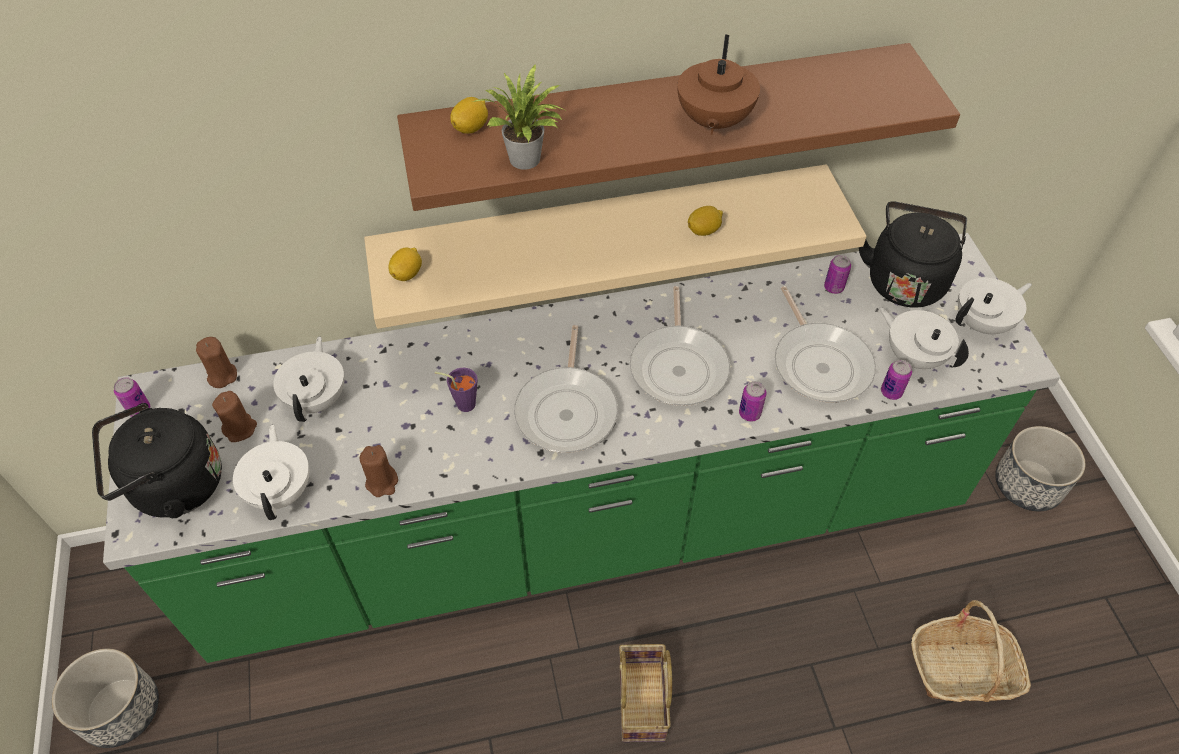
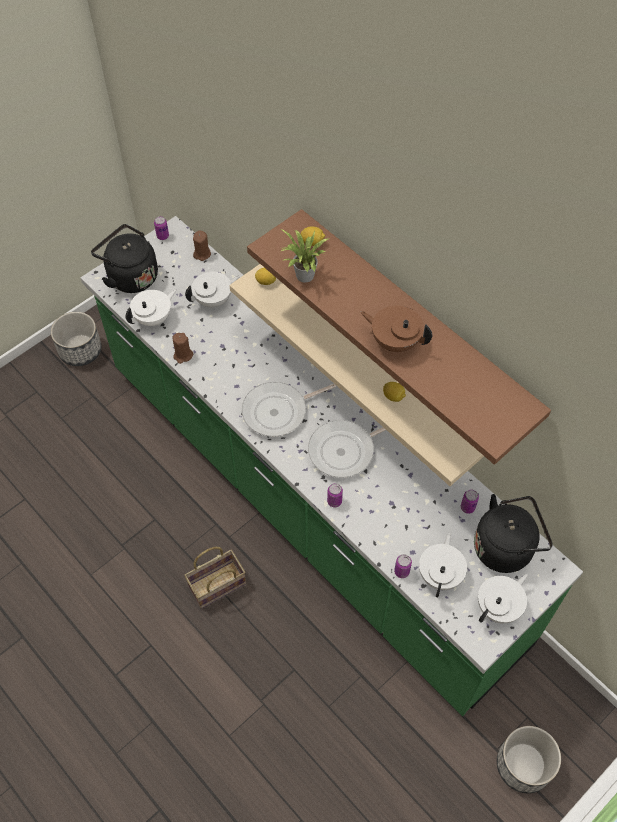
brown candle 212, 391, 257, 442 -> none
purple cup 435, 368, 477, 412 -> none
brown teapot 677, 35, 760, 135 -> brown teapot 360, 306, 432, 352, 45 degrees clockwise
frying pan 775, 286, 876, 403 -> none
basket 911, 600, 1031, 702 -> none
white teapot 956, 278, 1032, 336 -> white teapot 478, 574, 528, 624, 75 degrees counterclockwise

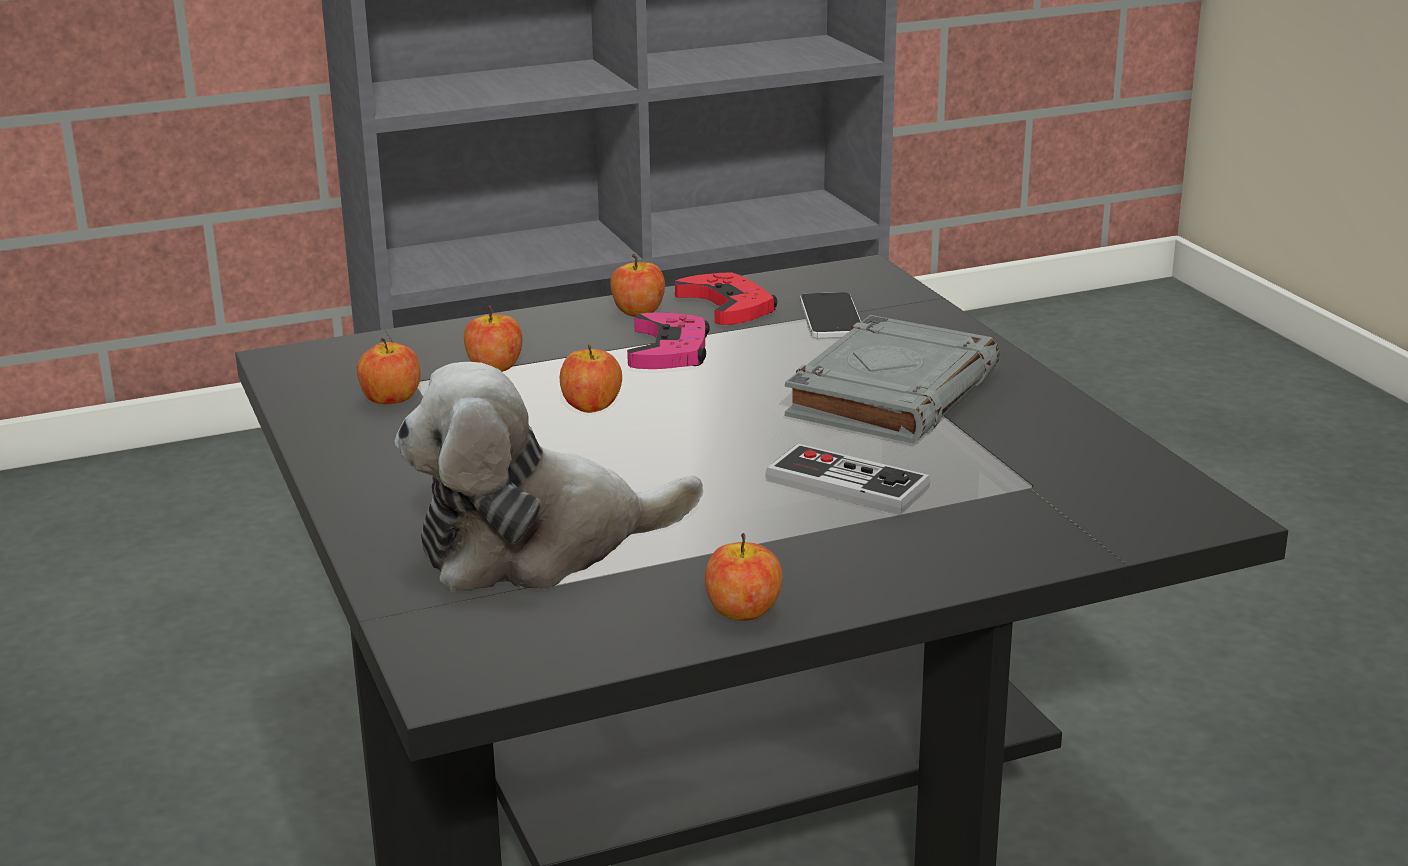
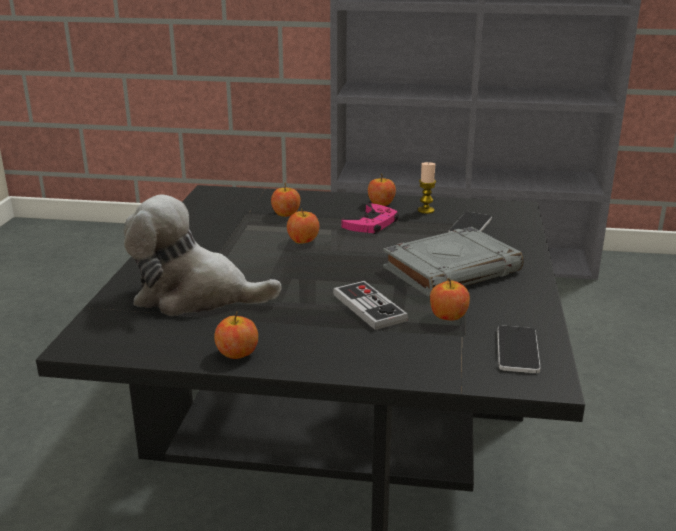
apple 357, 337, 420, 404 -> apple 430, 278, 470, 320, moved
red game controller 675, 272, 777, 325 -> candle 418, 162, 436, 214
none -> phone 497, 326, 541, 373

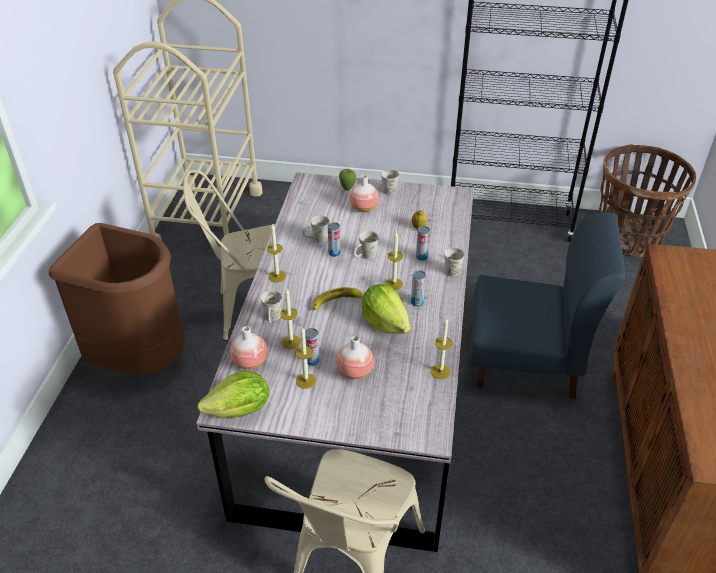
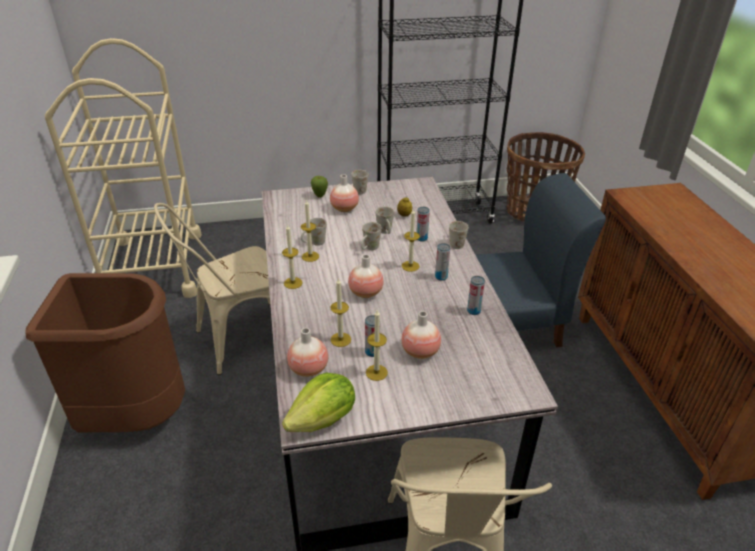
white mug 260, 290, 282, 324 -> white mug 375, 206, 394, 234, moved
banana 313, 287, 363, 310 -> vase 348, 254, 384, 298
can 328, 222, 340, 257 -> can 467, 276, 485, 315, moved
lettuce 362, 284, 411, 334 -> none
candle 431, 317, 453, 379 -> candle 301, 199, 319, 262, moved

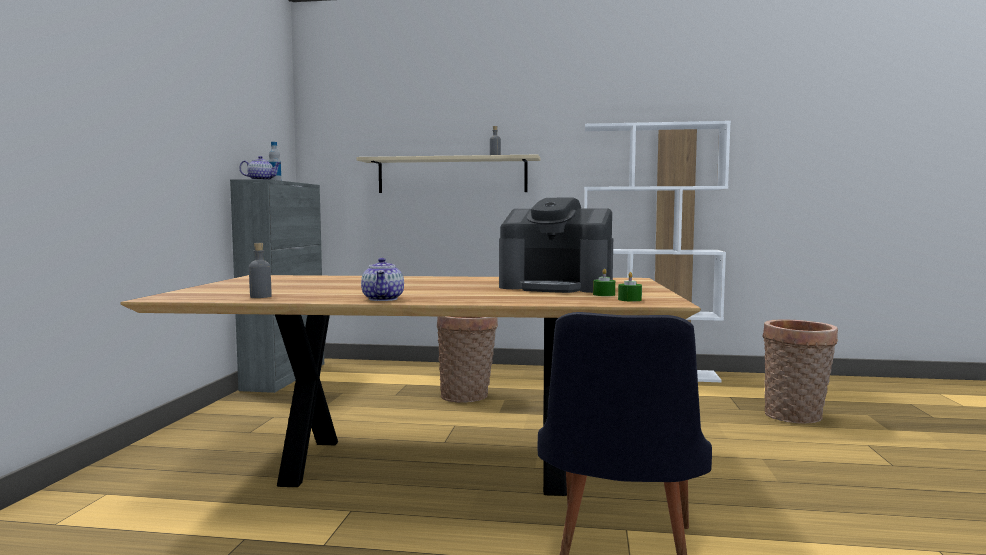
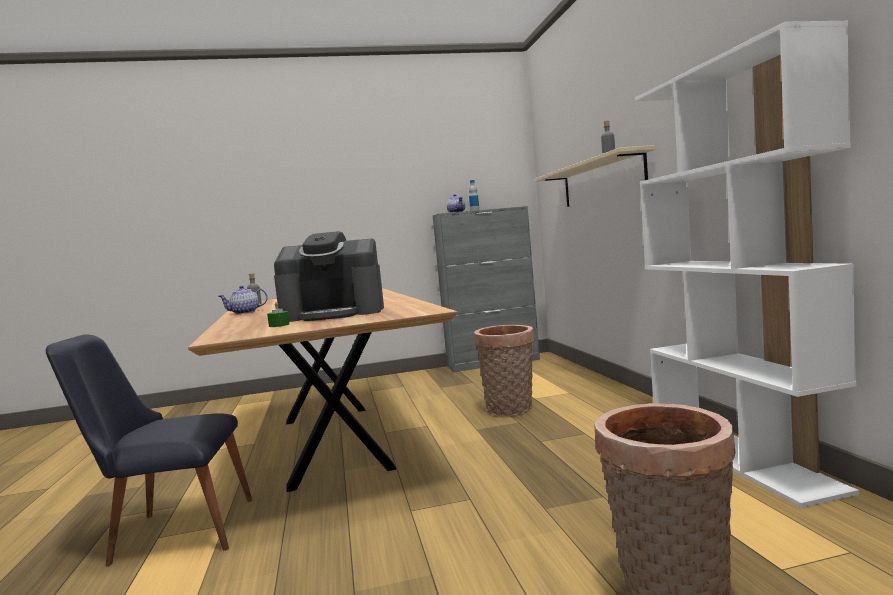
coffee machine 499, 197, 613, 293 -> coffee machine 274, 231, 384, 322, 90 degrees counterclockwise
green candle 618, 272, 642, 302 -> none

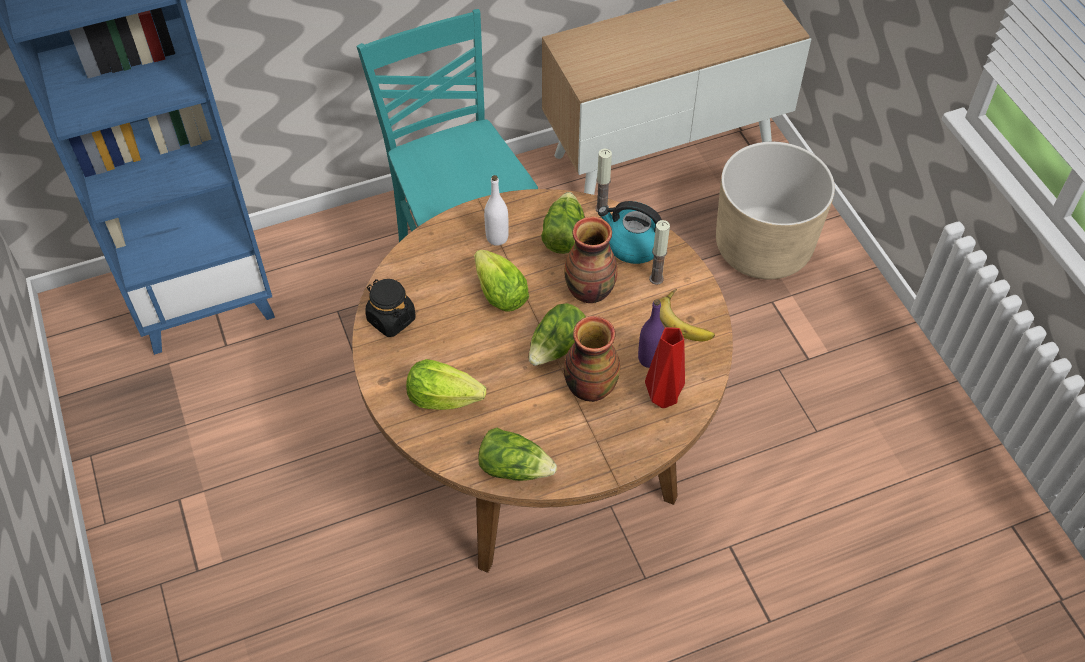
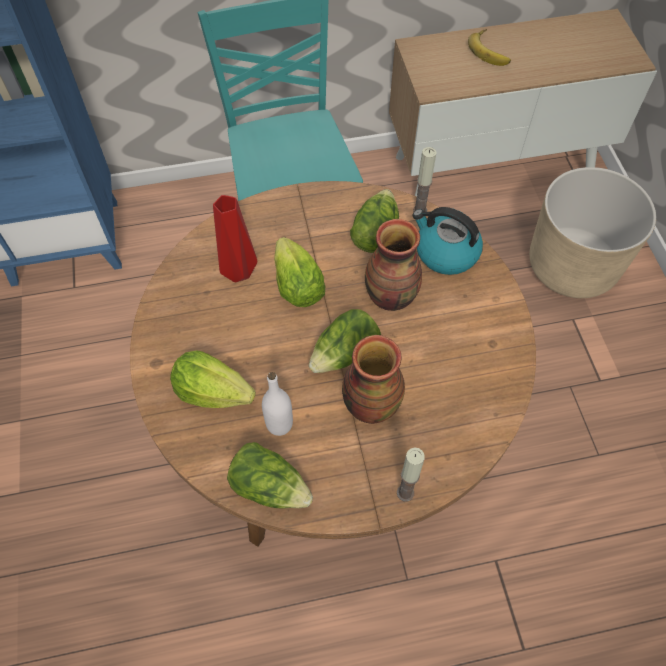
black jar 365, 279, 416, 337 -> none
white bottle 484, 175, 509, 246 -> white bottle 262, 372, 293, 436, moved
purple bottle 638, 299, 665, 368 -> none
red vase 645, 327, 685, 408 -> red vase 213, 195, 257, 282, moved
candle 649, 220, 670, 285 -> candle 397, 447, 425, 502, moved
banana 660, 289, 715, 341 -> banana 468, 29, 511, 66, moved

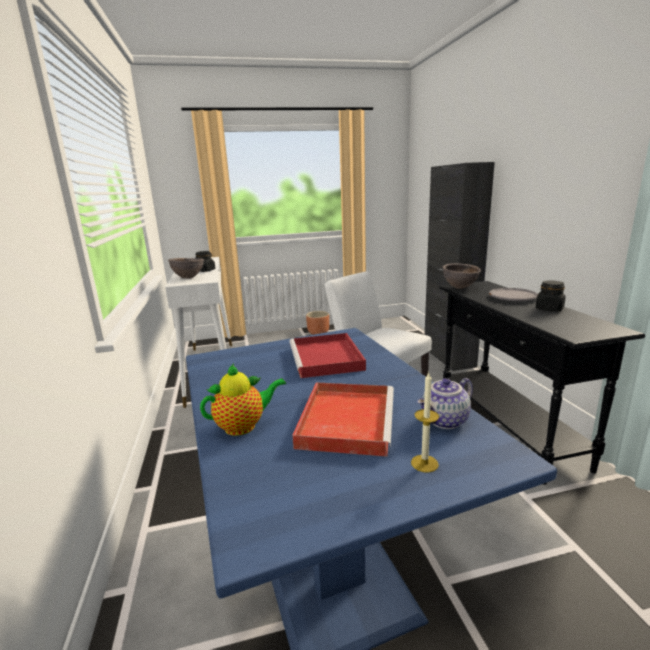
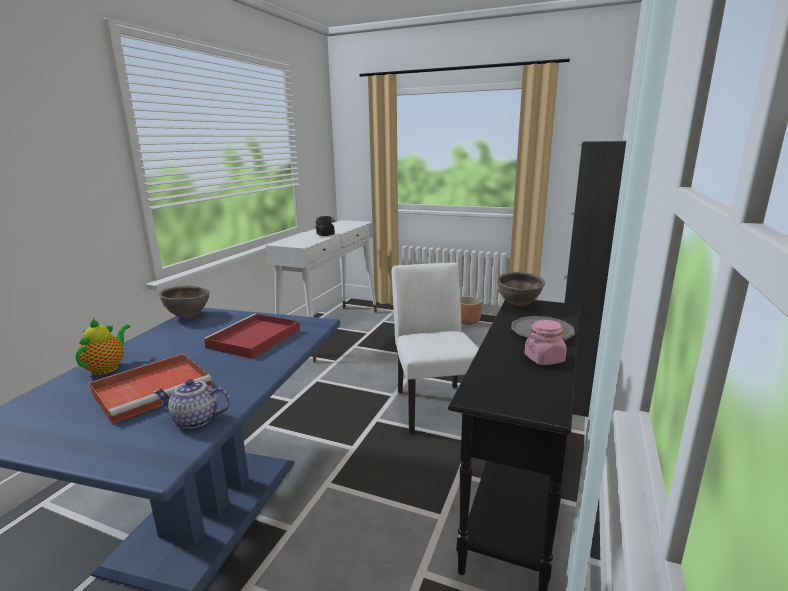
brown bowl 168, 258, 204, 279 -> brown bowl 159, 286, 210, 318, moved
teapot 200, 364, 286, 436 -> teapot 76, 318, 130, 375, 90 degrees counterclockwise
candle 411, 372, 439, 473 -> none
black jar 536, 280, 566, 311 -> pink jar 524, 320, 568, 365

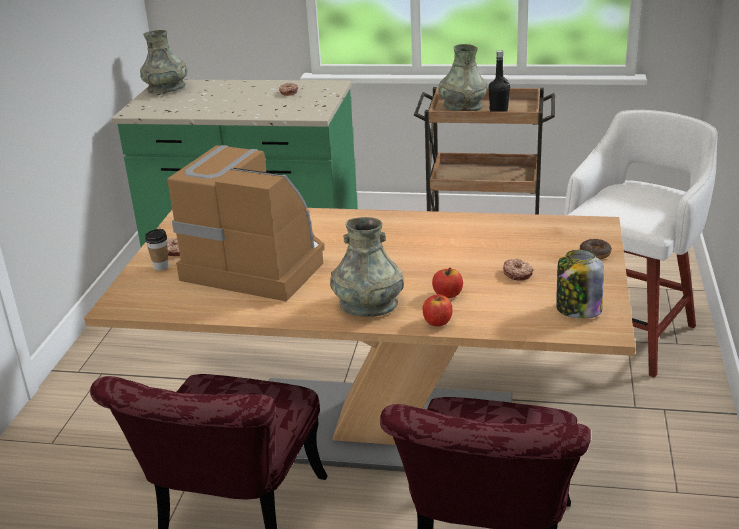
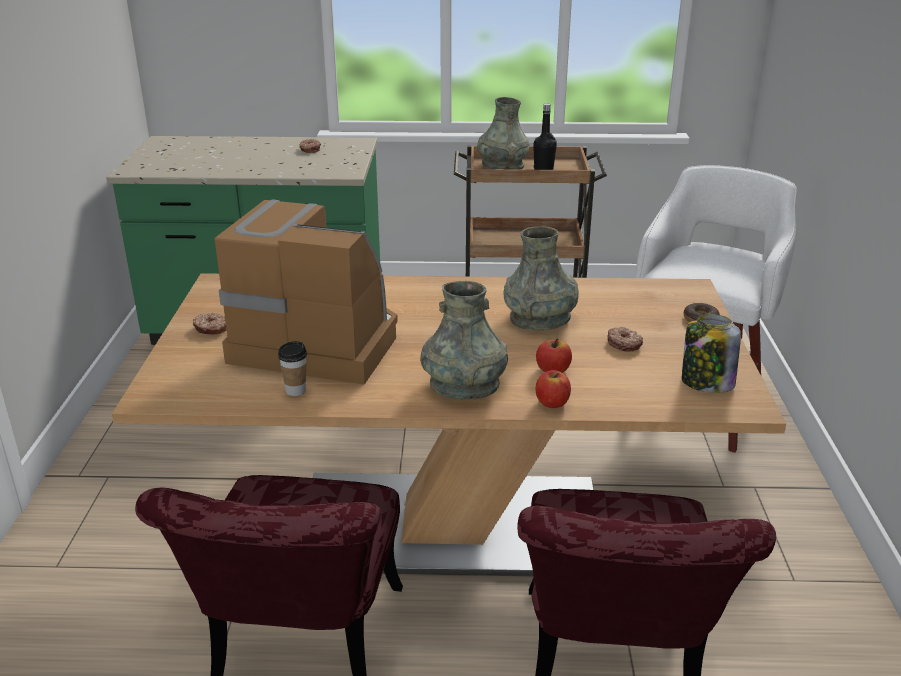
grey vase 140, 30, 187, 93 -> grey vase 504, 226, 579, 330, moved
cup 145, 229, 169, 271 -> cup 278, 341, 307, 396, moved

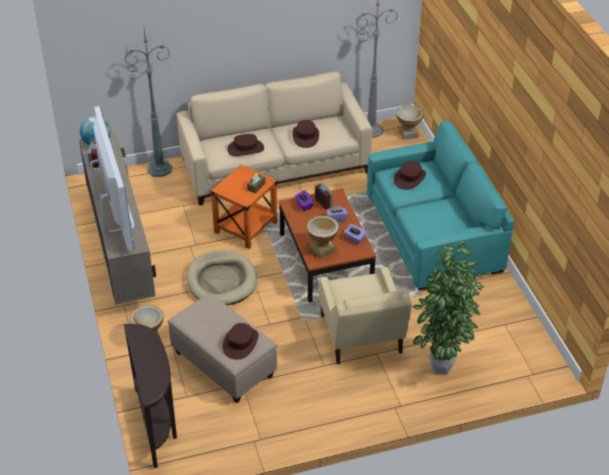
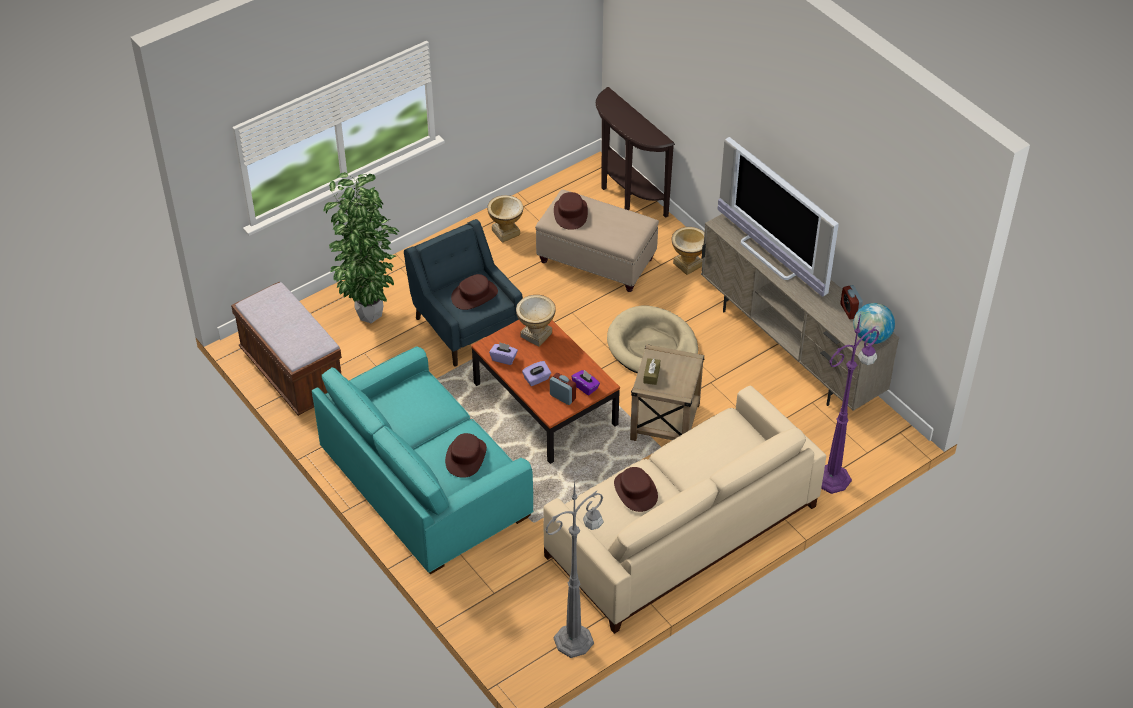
green floor lamp 125, 29, 172, 177 -> purple floor lamp 821, 313, 879, 494
orange side table 211, 165, 278, 249 -> beige side table 630, 344, 704, 441
brown hat 227, 134, 264, 156 -> brown hat 451, 274, 498, 310, moved
beige armchair 319, 267, 412, 364 -> blue armchair 404, 219, 523, 366
vase 396, 105, 424, 140 -> vase 487, 195, 523, 243, moved
none -> brown bench 231, 282, 342, 416

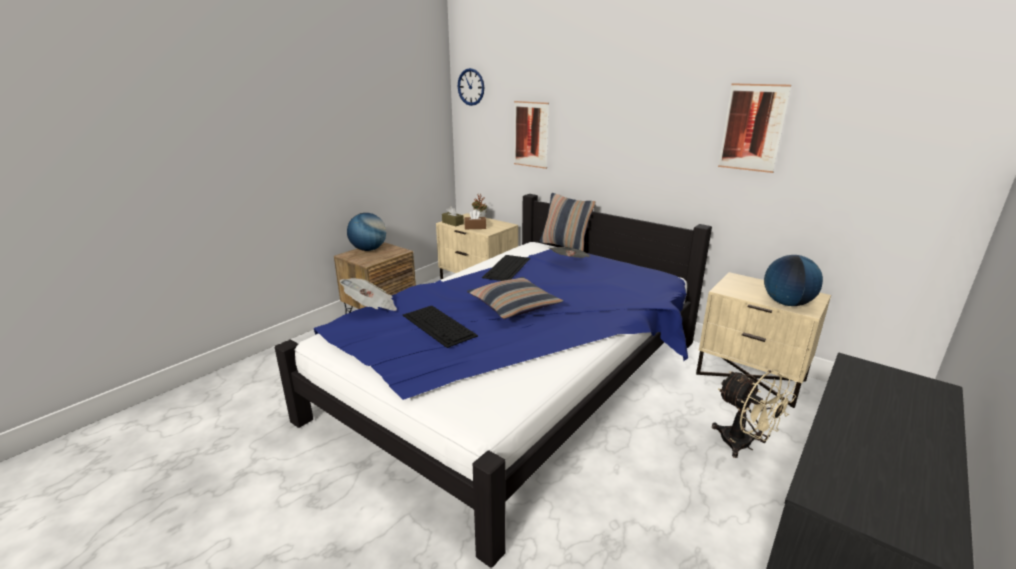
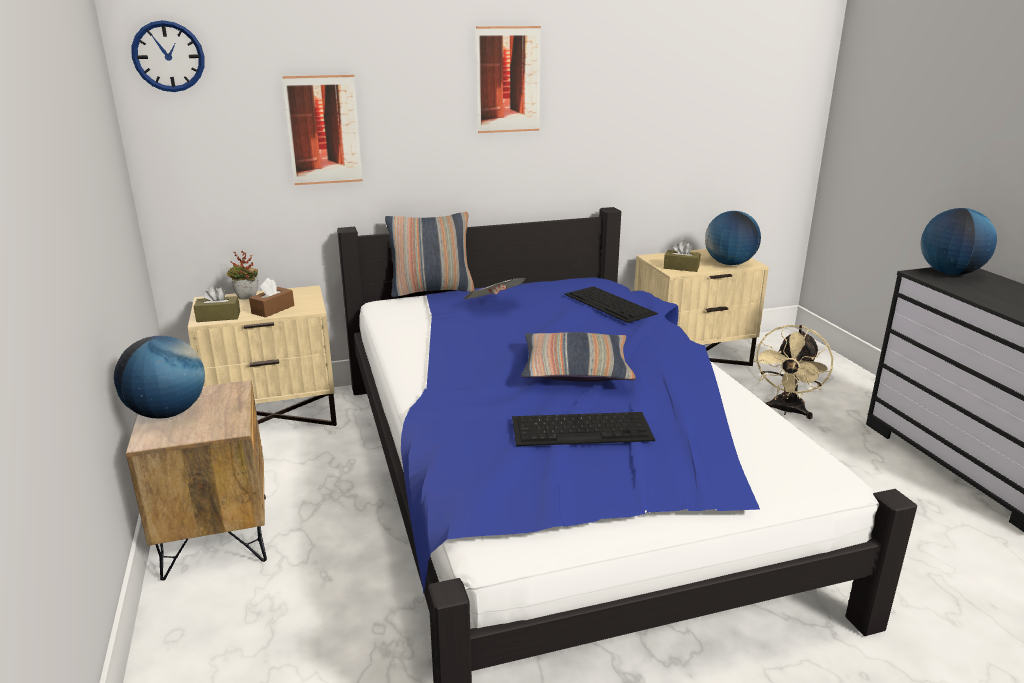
newspaper 339, 278, 397, 311 -> none
keyboard 482, 255, 530, 281 -> keyboard 564, 286, 658, 323, moved
beige fan 712, 369, 796, 458 -> beige fan 753, 325, 833, 419, 120 degrees clockwise
picture 718, 83, 791, 173 -> picture 476, 26, 541, 133, moved
none -> brown tissue box 664, 241, 701, 272
none -> globe 920, 208, 997, 275

